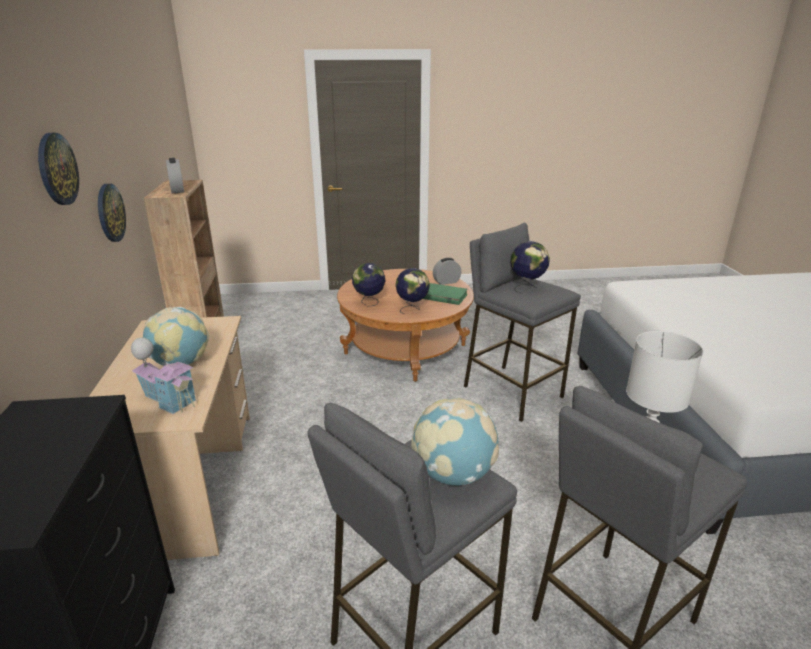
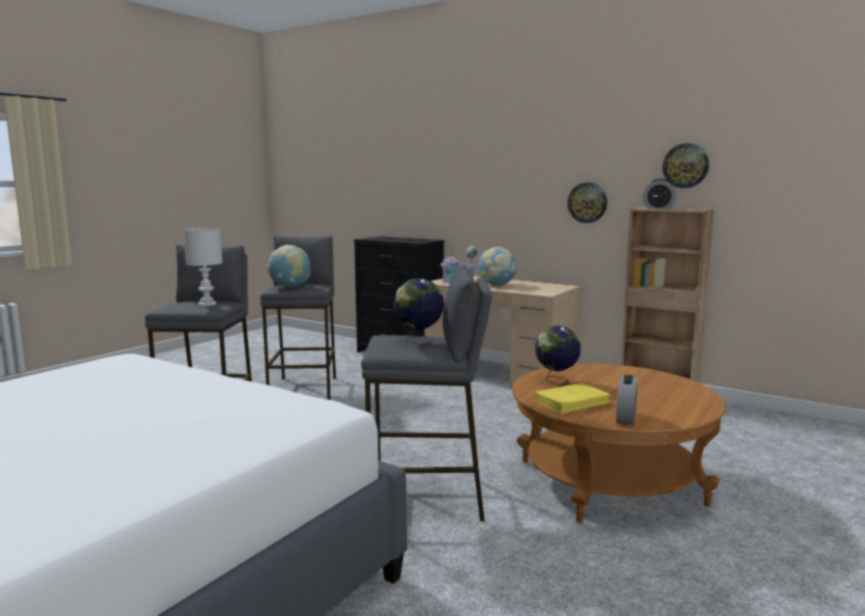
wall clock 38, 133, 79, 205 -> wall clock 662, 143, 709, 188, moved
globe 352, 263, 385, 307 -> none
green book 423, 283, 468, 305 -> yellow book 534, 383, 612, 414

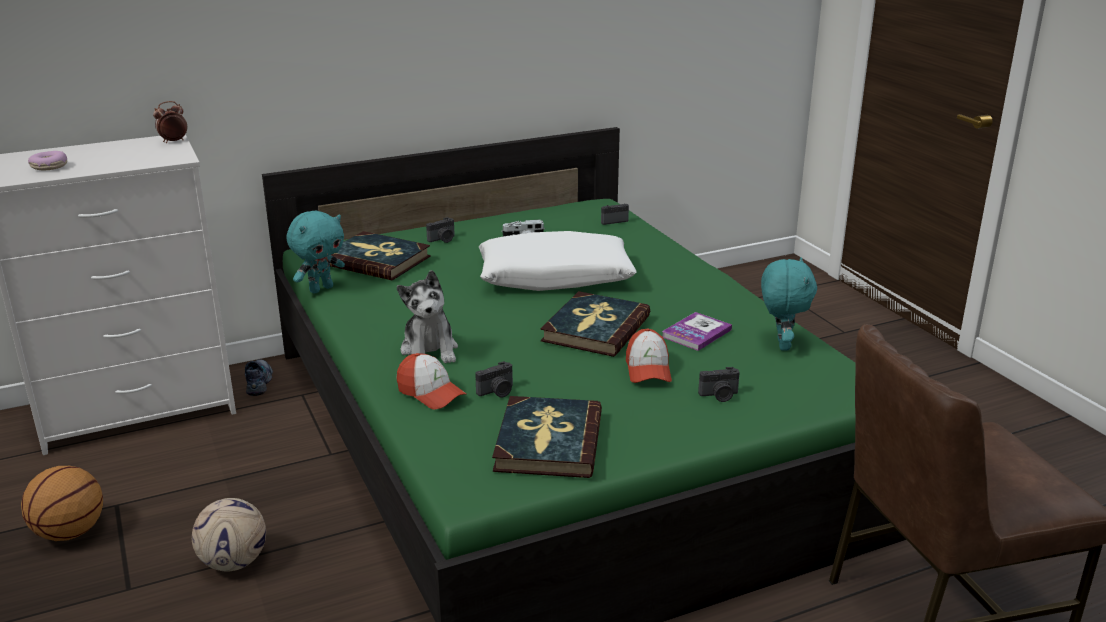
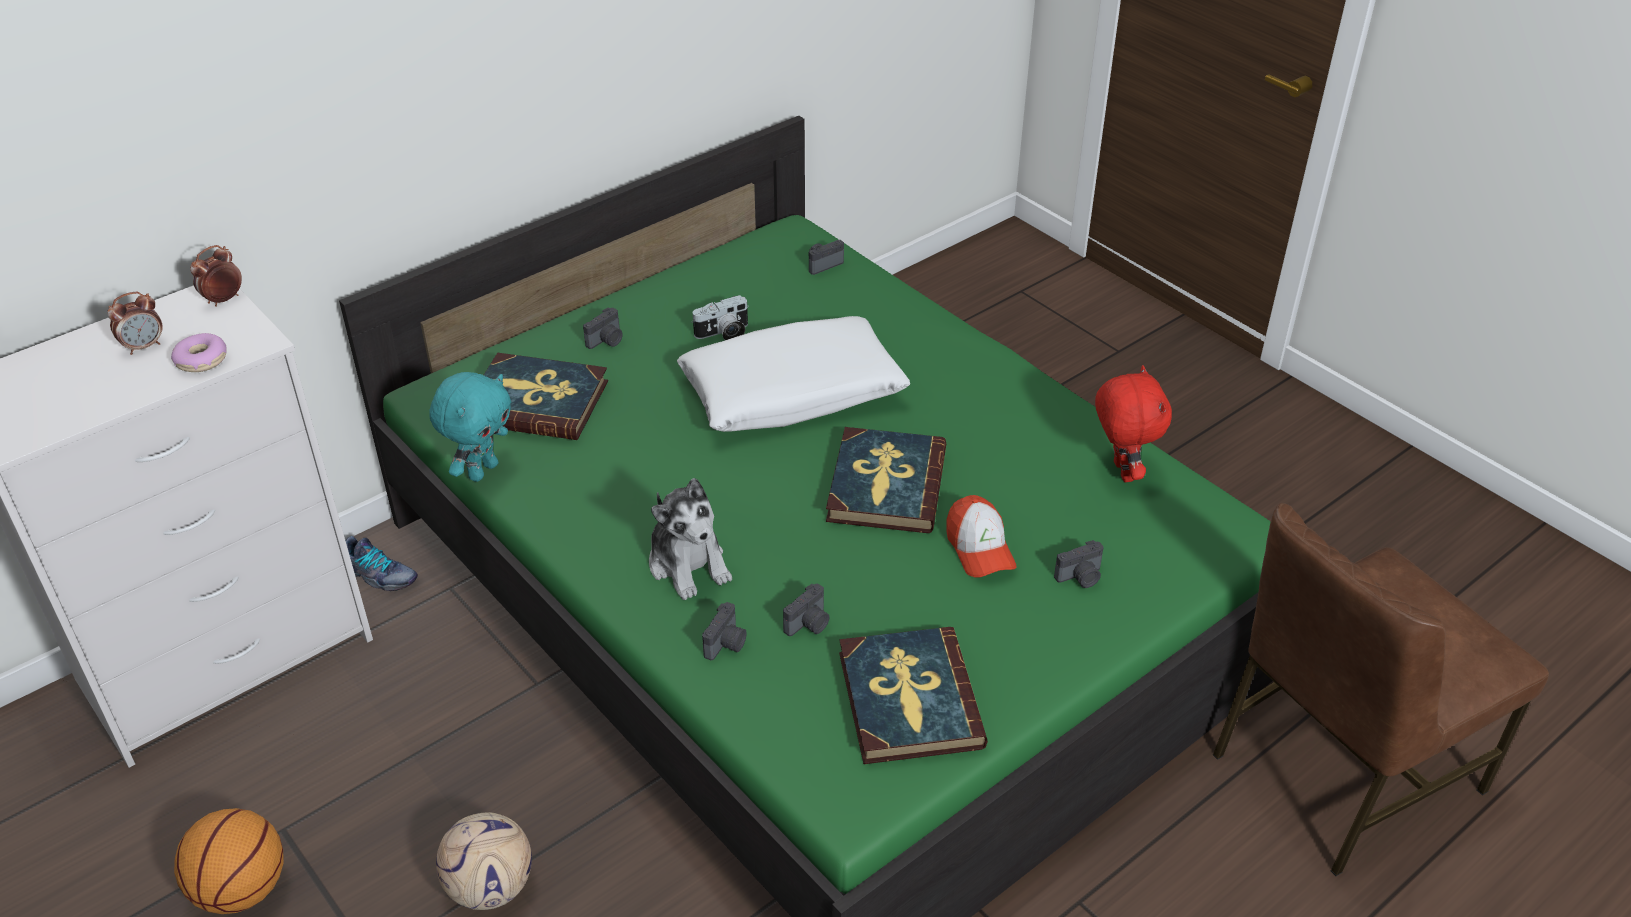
donut 28, 151, 67, 170 -> donut 171, 333, 227, 372, moved
shoe 245, 359, 273, 396 -> shoe 345, 536, 418, 591, 135 degrees clockwise
cap 396, 353, 466, 409 -> photo camera 702, 602, 747, 660
book 662, 312, 732, 351 -> none
turquoise plush toy 761, 257, 817, 351 -> red plush toy 1095, 365, 1172, 482
none -> alarm clock 107, 292, 163, 355

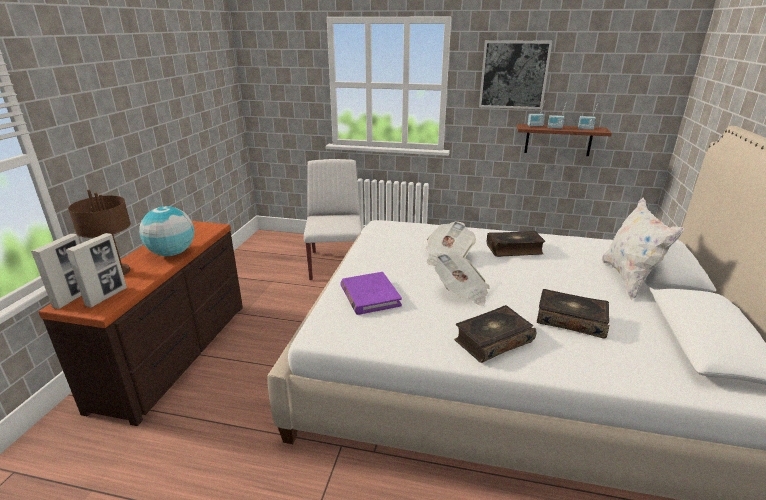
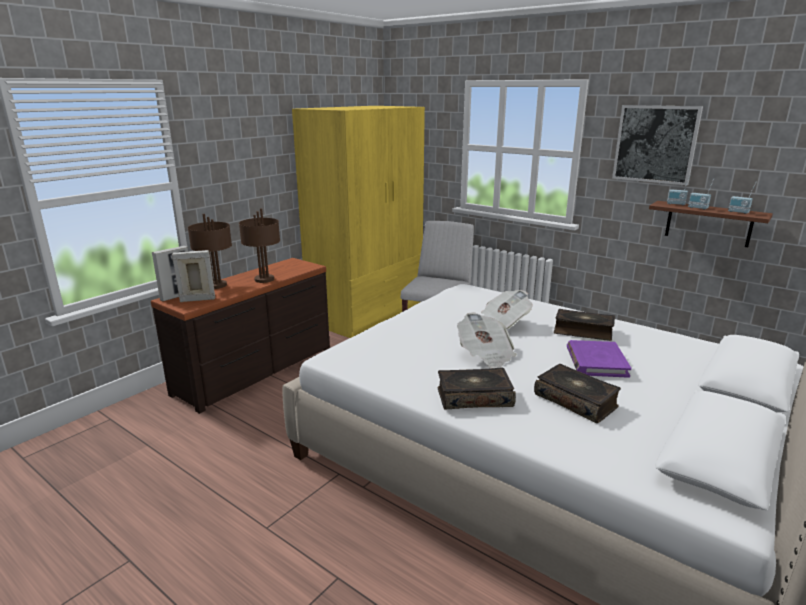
picture frame 66, 233, 127, 308 -> picture frame 172, 250, 215, 302, 150 degrees counterclockwise
globe 139, 206, 194, 256 -> brown table lamp 239, 208, 280, 283
purple book 340, 272, 402, 315 -> purple book 567, 340, 632, 378, moved
white pillow 602, 198, 684, 300 -> none
none -> yellow wardrobe 292, 106, 425, 338

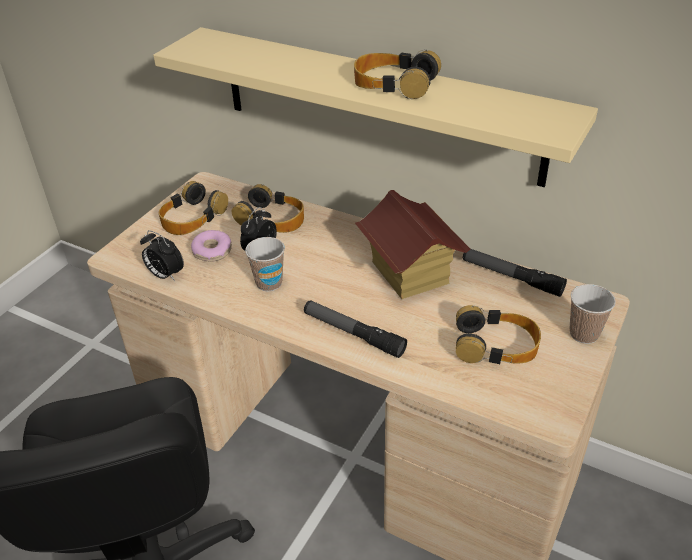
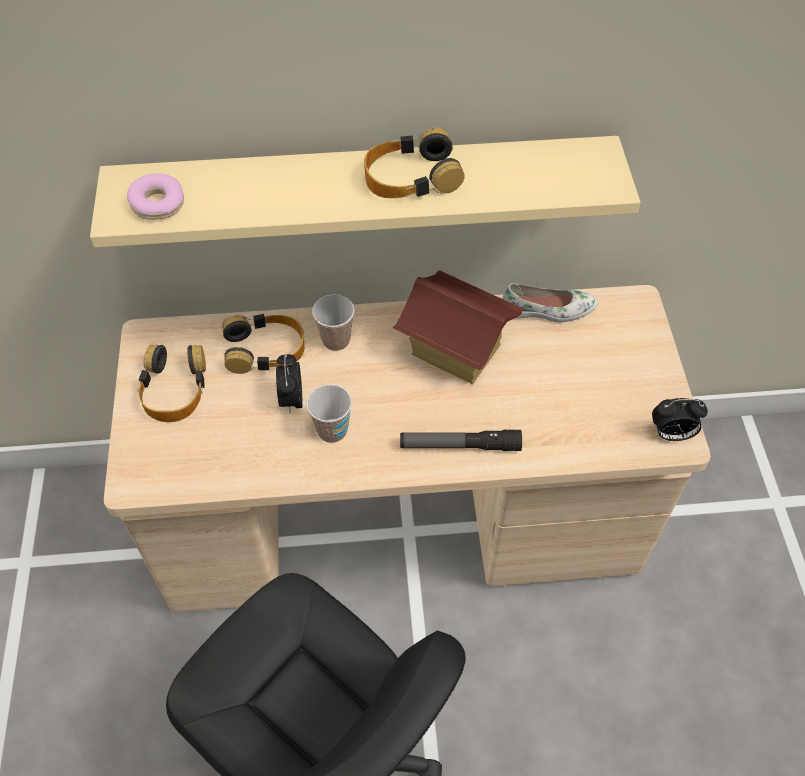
alarm clock 140, 230, 184, 281 -> alarm clock 652, 398, 708, 441, moved
donut 191, 230, 232, 262 -> donut 127, 173, 184, 220, moved
headphones 456, 305, 541, 364 -> none
flashlight 463, 249, 567, 297 -> white shoe 502, 283, 597, 322
cup 569, 284, 616, 344 -> cup 312, 294, 355, 351, moved

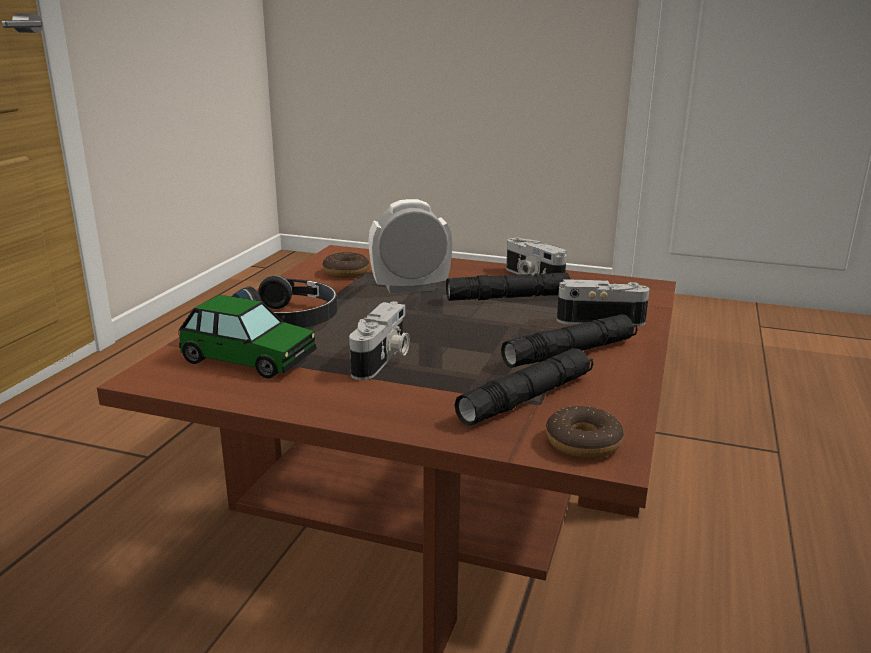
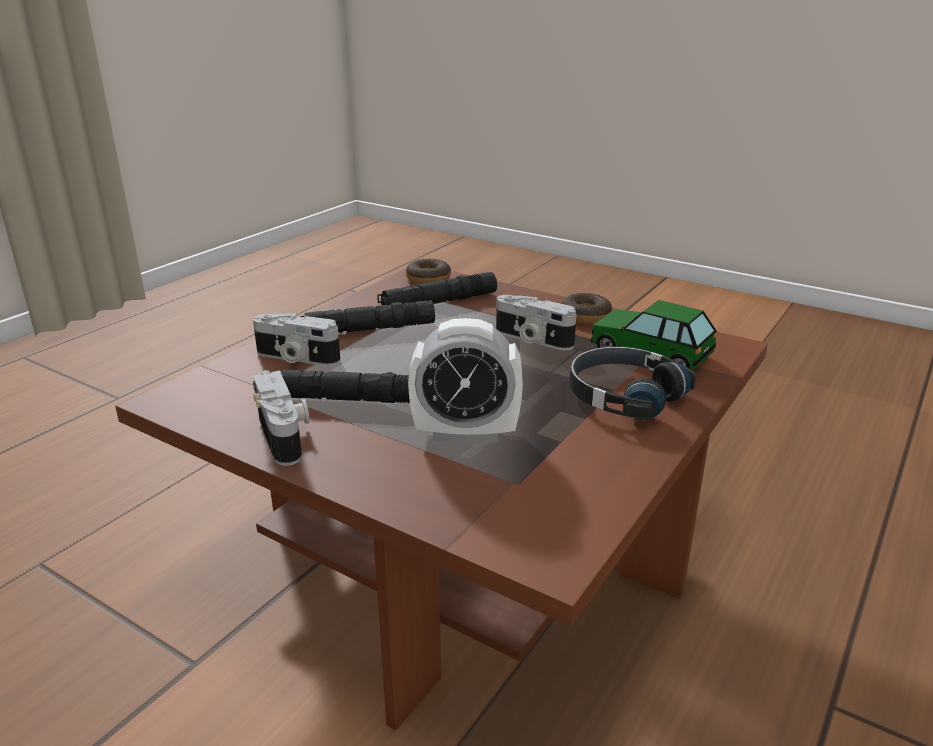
donut 322, 252, 369, 278 -> donut 561, 293, 612, 324, moved
photo camera 349, 301, 410, 380 -> photo camera 496, 295, 576, 350, 90 degrees counterclockwise

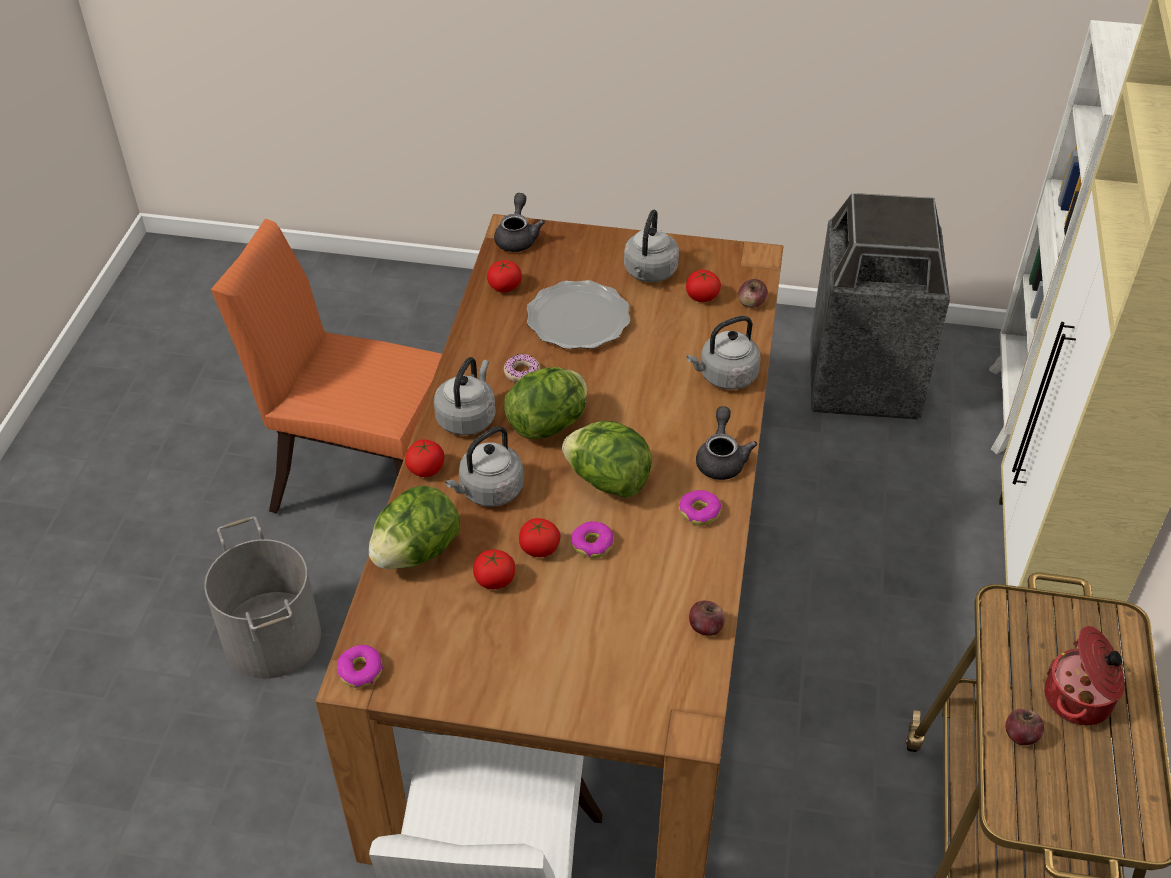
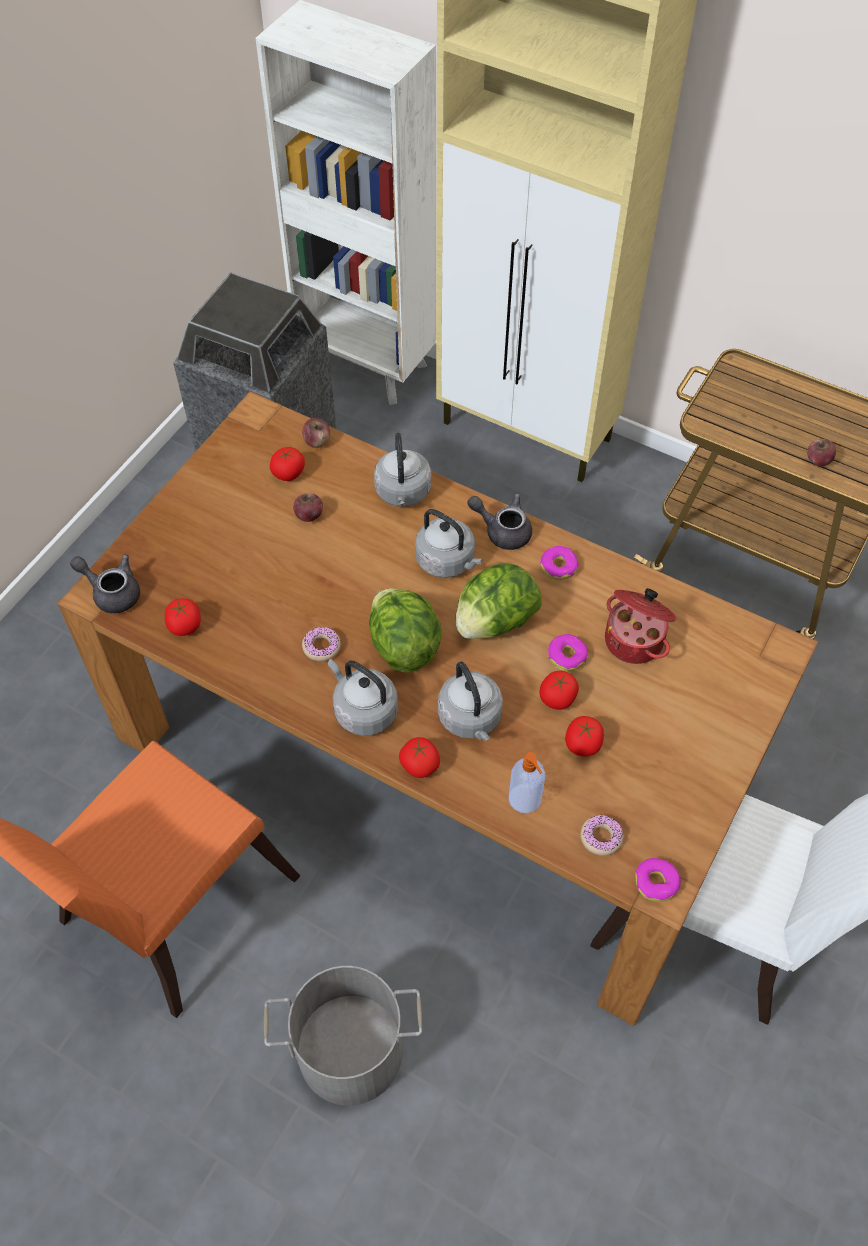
lettuce 369, 486, 460, 569 -> soap dispenser 509, 752, 545, 813
plate 527, 280, 631, 349 -> none
grey kettle 624, 210, 679, 282 -> grey kettle 415, 509, 483, 578, moved
apple 689, 601, 725, 636 -> apple 293, 493, 323, 522, moved
cooking pot 1044, 626, 1124, 725 -> cooking pot 605, 588, 677, 664, moved
none -> donut 580, 815, 623, 856

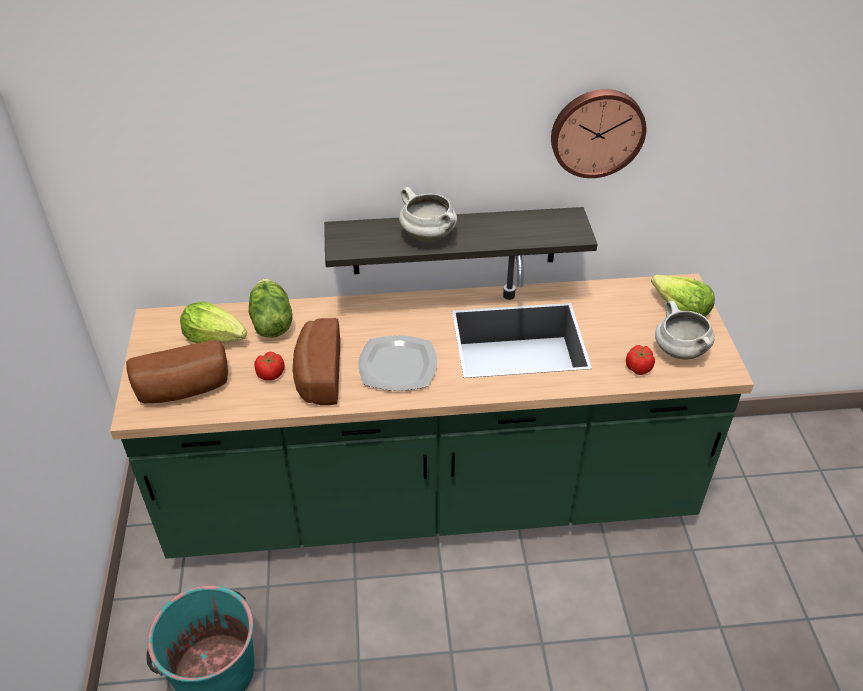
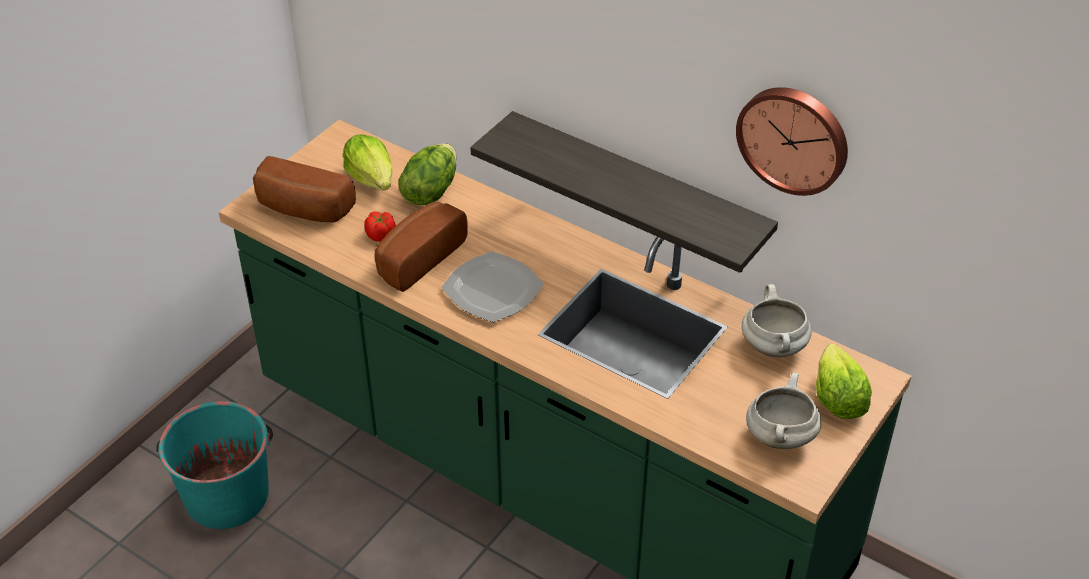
white cooking pot 399, 187, 457, 242 -> white cooking pot 742, 284, 812, 357, moved
tomato 626, 345, 655, 375 -> none

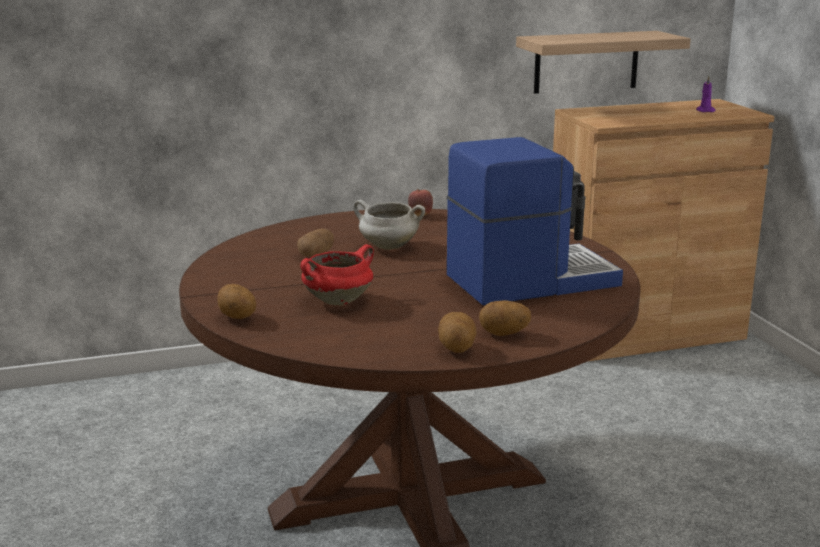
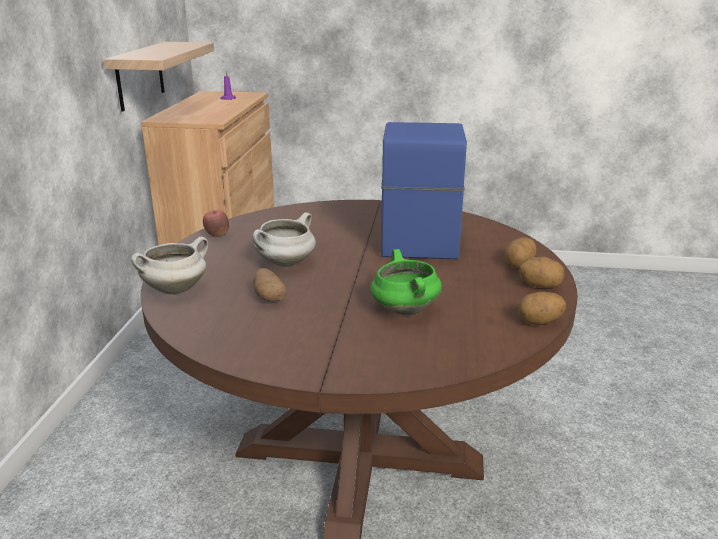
potato 217, 284, 256, 319 -> potato 518, 292, 566, 326, moved
red cooking pot 300, 244, 374, 306 -> green cooking pot 370, 249, 442, 316
none -> white cooking pot 131, 237, 208, 295

